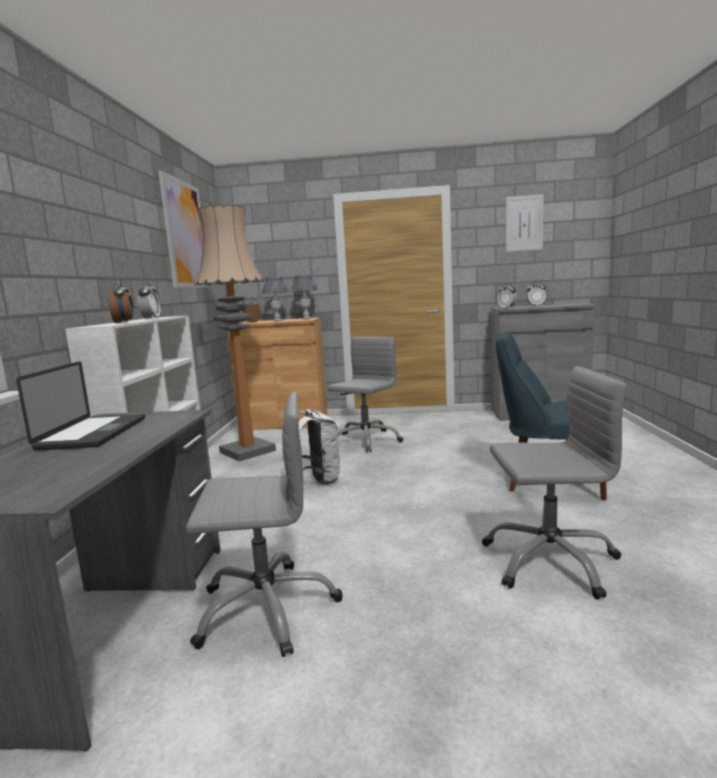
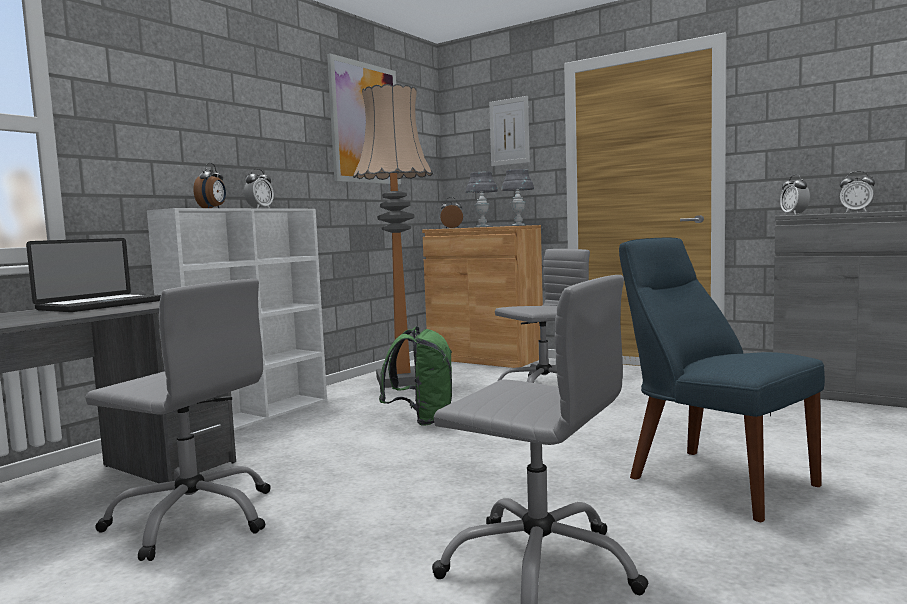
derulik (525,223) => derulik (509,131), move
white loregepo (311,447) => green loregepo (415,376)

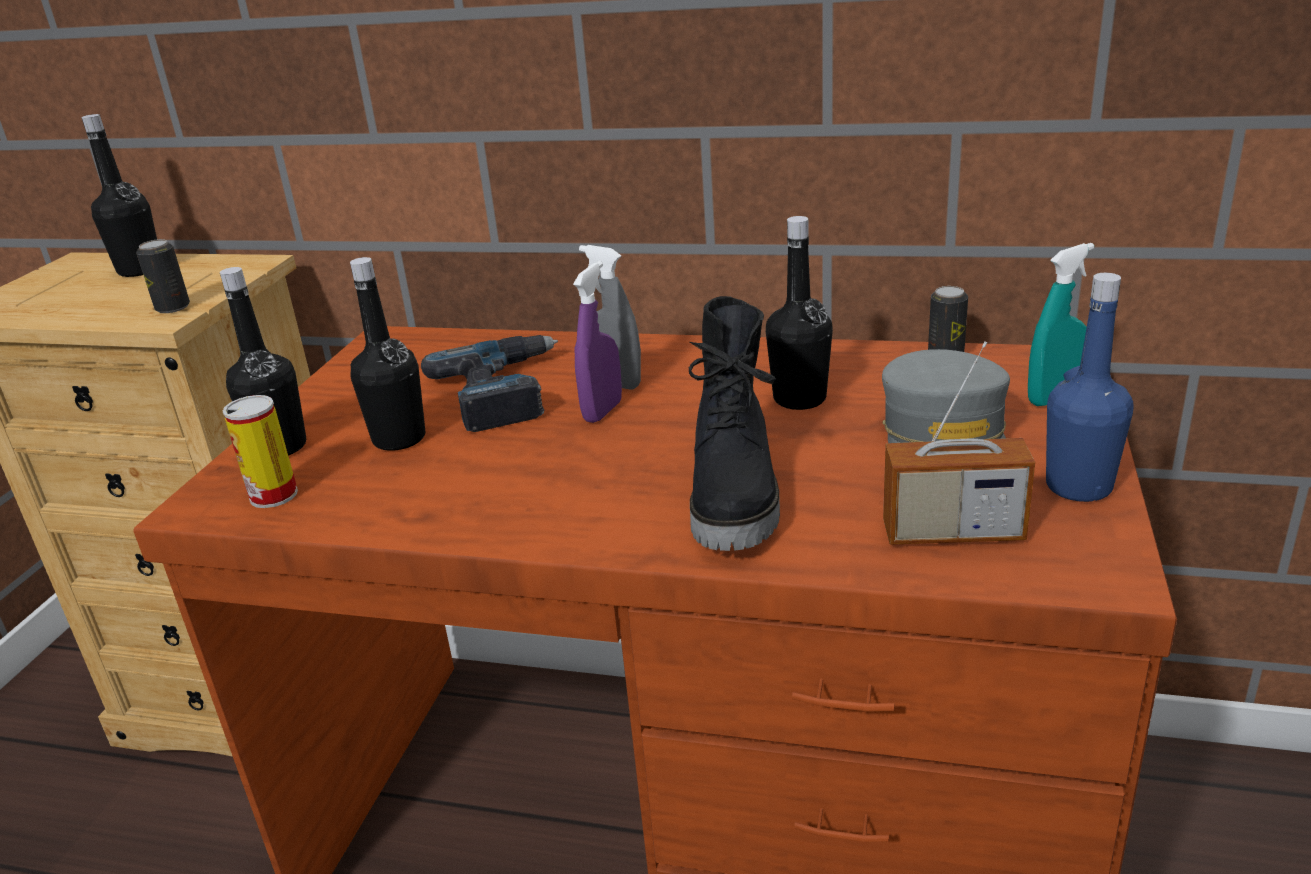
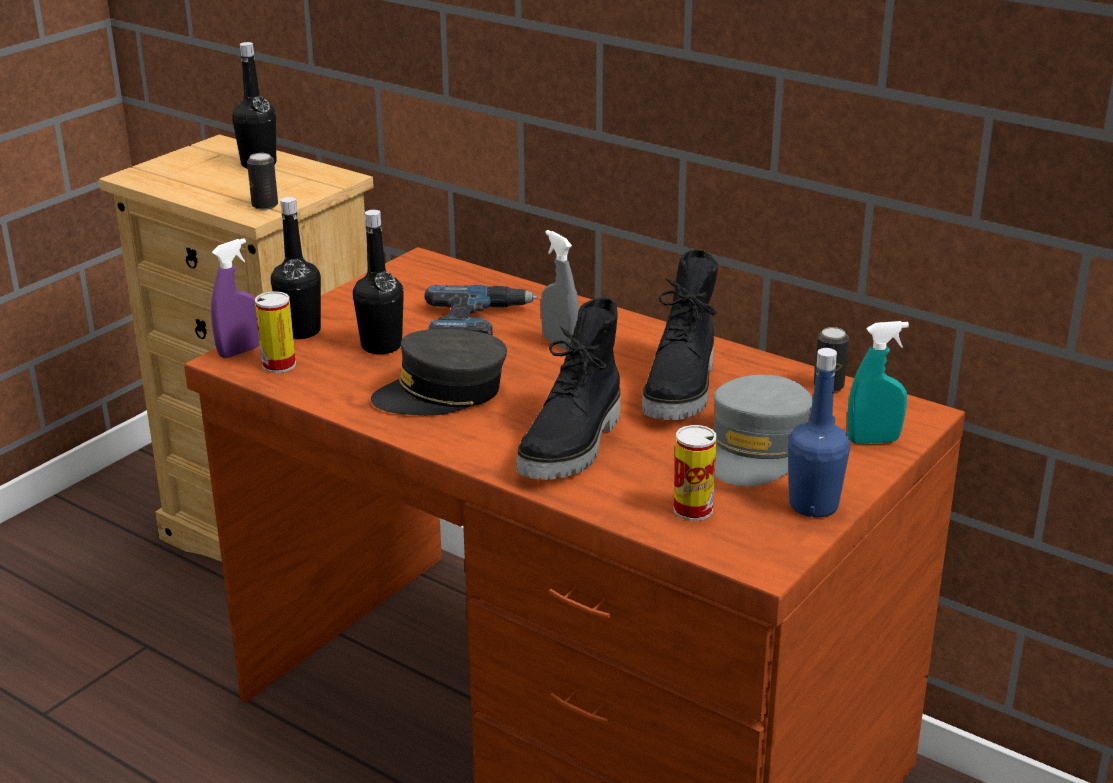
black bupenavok (799,313) => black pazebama (680,334)
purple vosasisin (597,342) => purple vosasisin (235,298), move
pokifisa (959,443) => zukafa (695,473)
nothing => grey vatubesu (439,372)

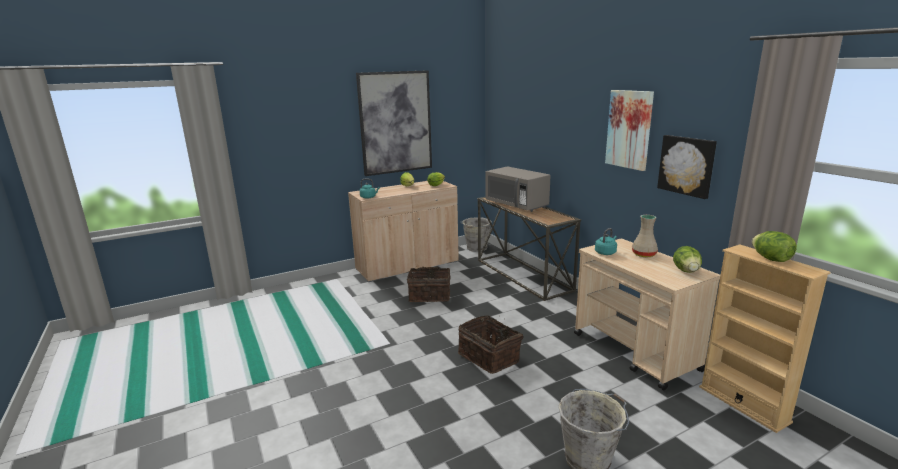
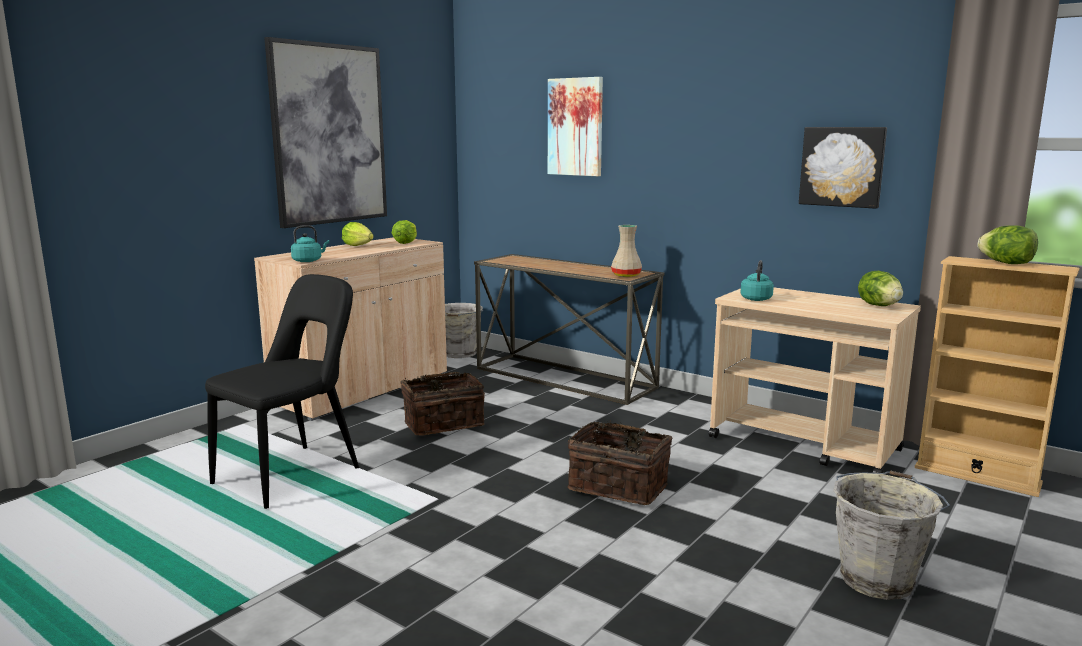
derulik (629,130) => derulik (575,126), move
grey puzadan (518,189) => nothing
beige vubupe (645,236) => beige vubupe (626,251), move
nothing => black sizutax (282,391)

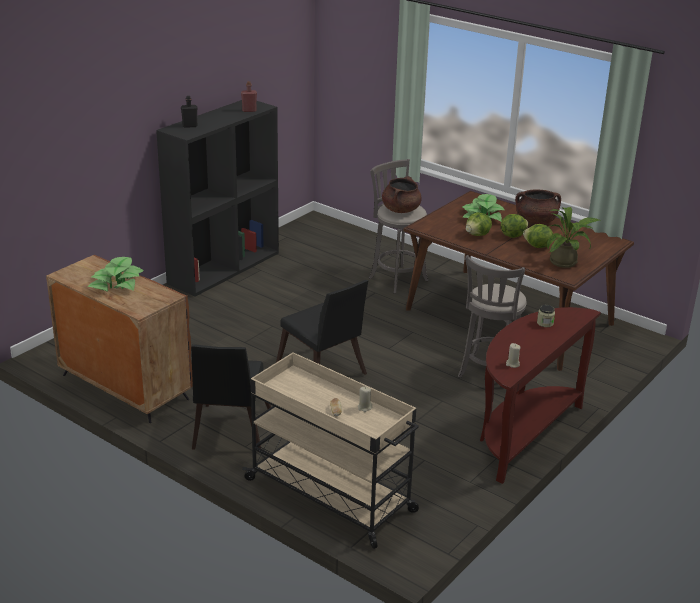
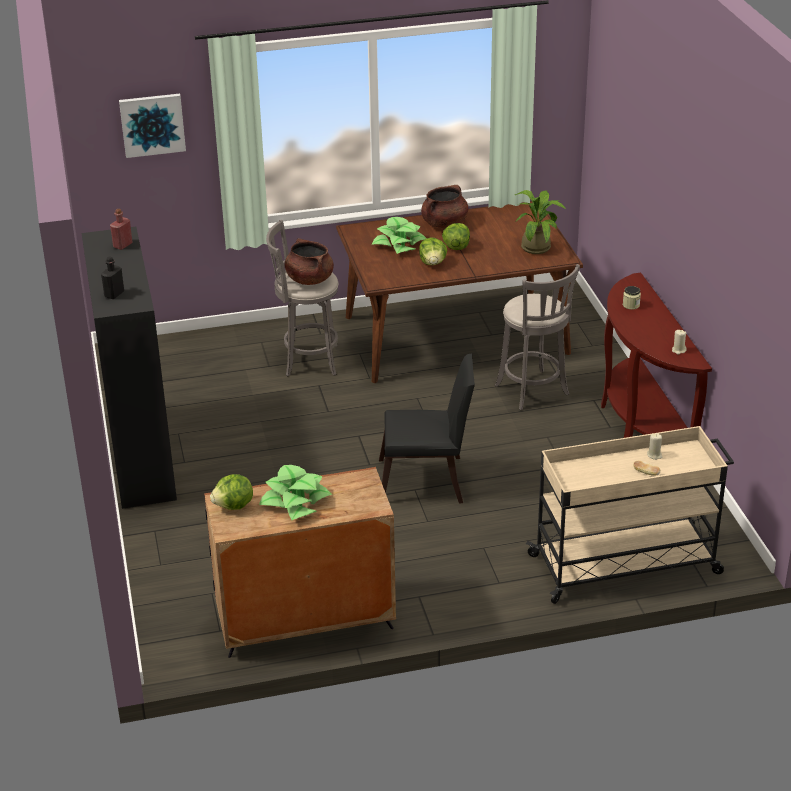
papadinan (538,236) => papadinan (231,492), move
black sizutax (231,396) => nothing
nothing => derulik (152,126)

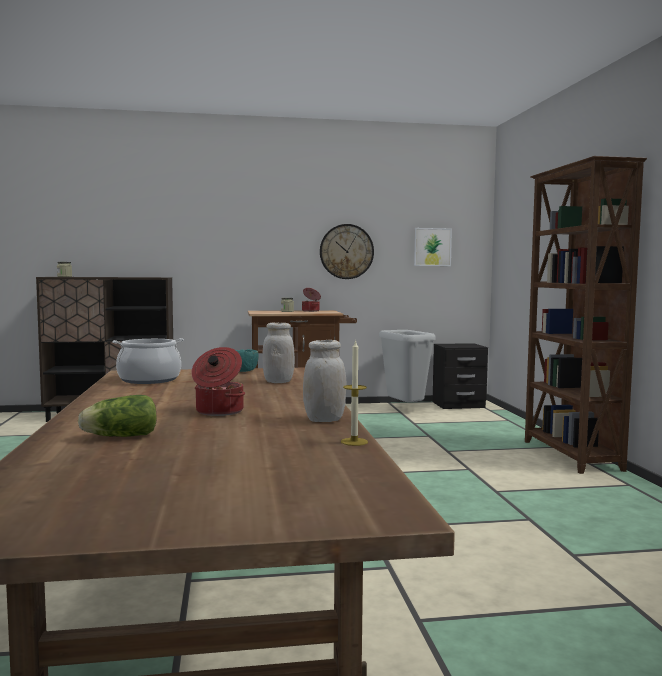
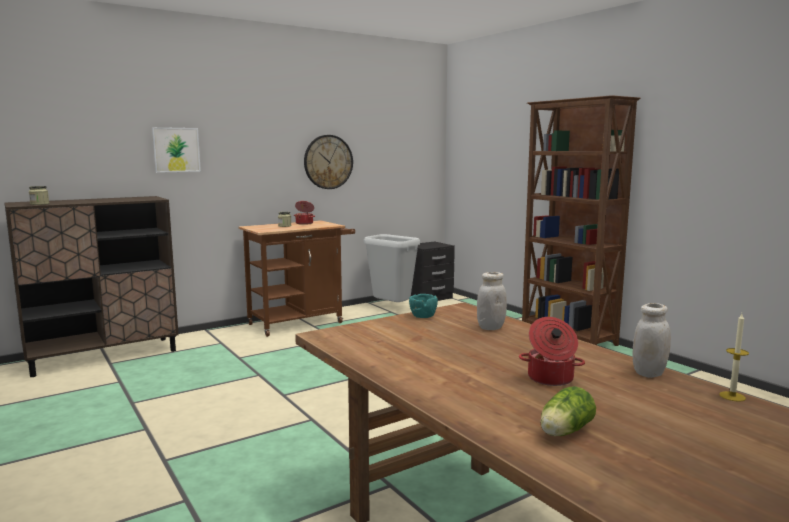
derulik (433,247) => derulik (176,150), move
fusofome (148,361) => nothing

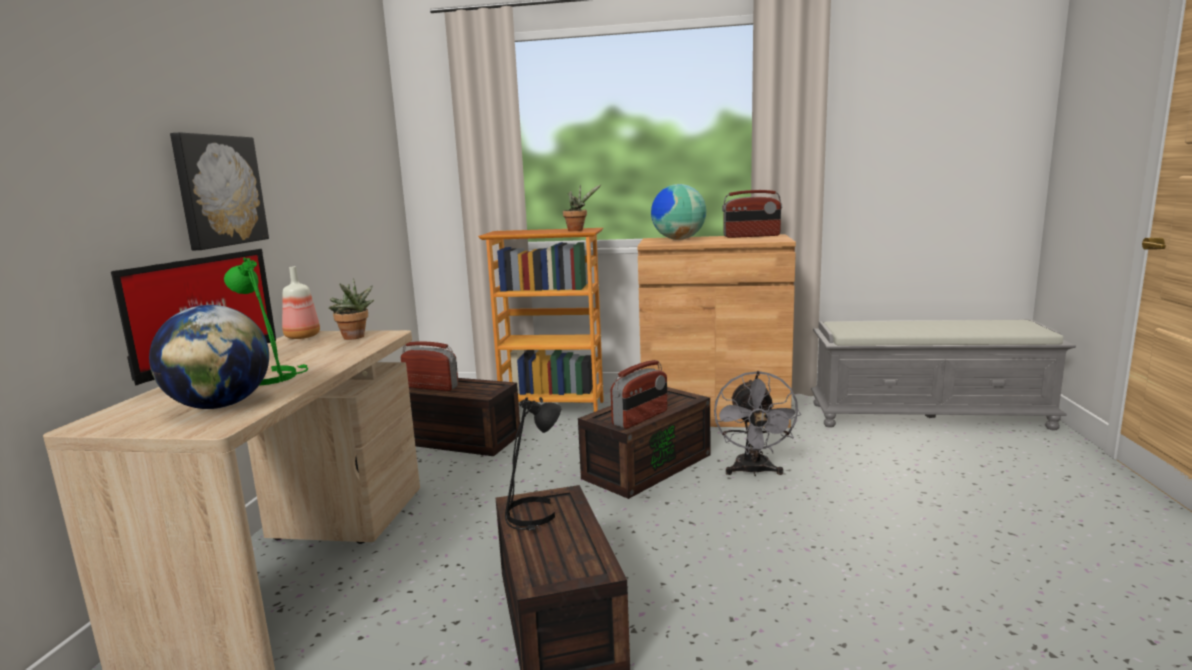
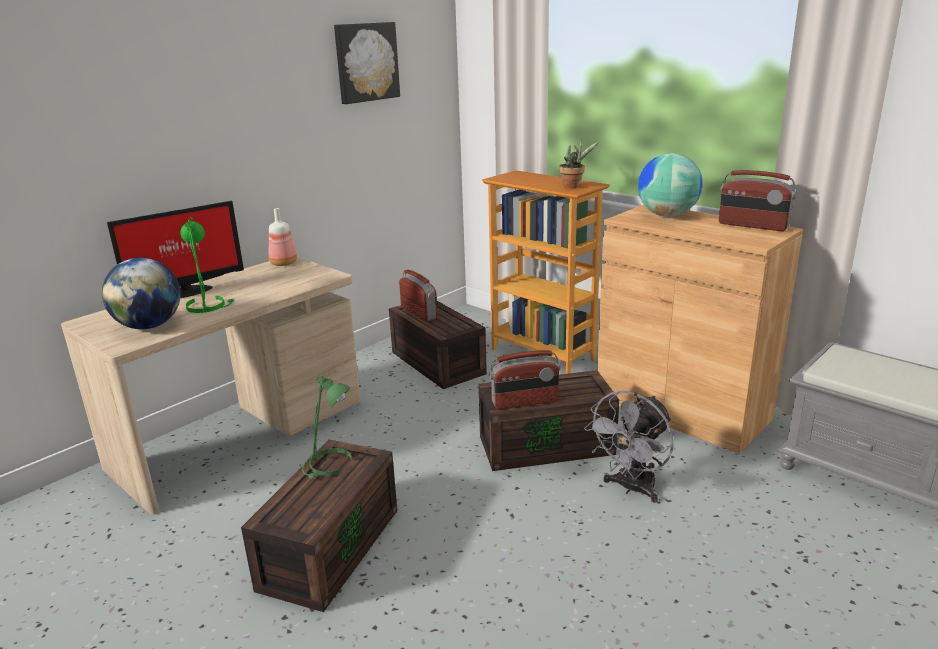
derulik (219,191) => derulik (367,63), move
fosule (351,309) => nothing
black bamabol (533,464) => green bamabol (327,426)

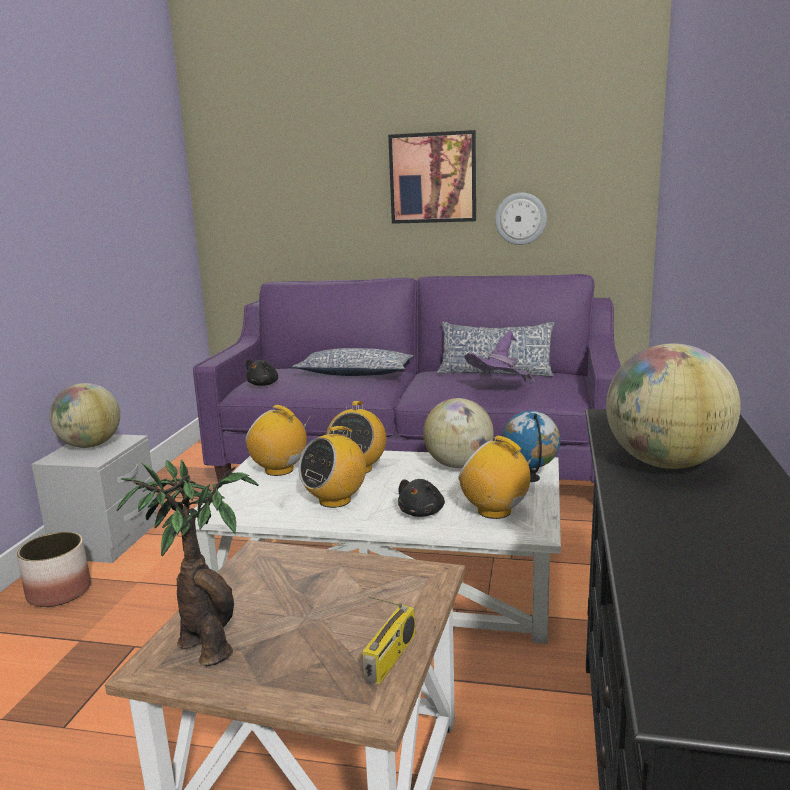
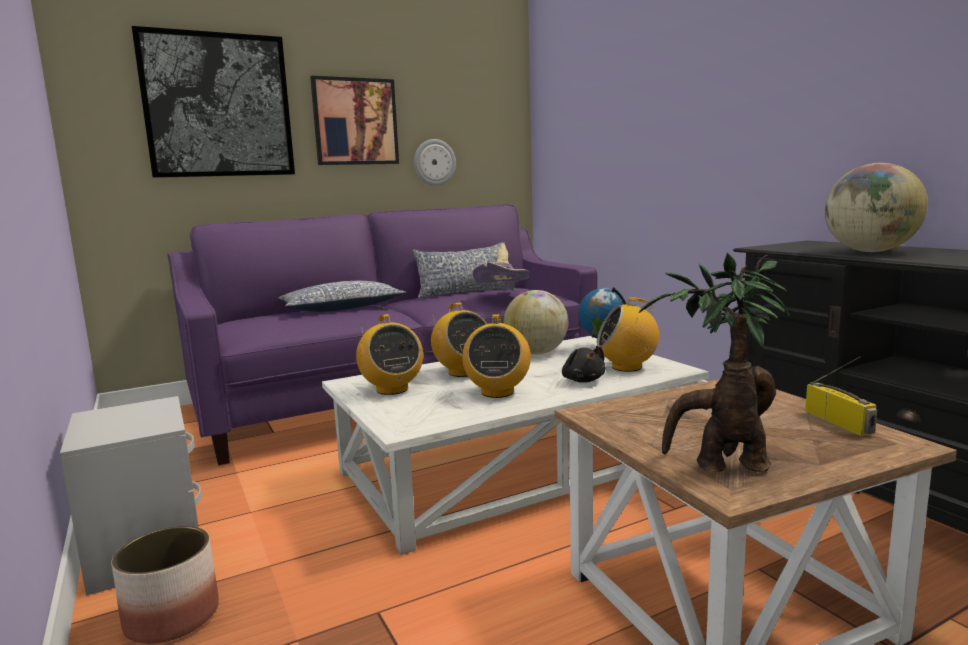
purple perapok (499,356) => beige perapok (501,267)
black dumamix (262,372) => nothing
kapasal (85,415) => nothing
pokifisa (278,440) => pokifisa (389,354), 105 degrees counterclockwise
nothing => derulik (213,102)

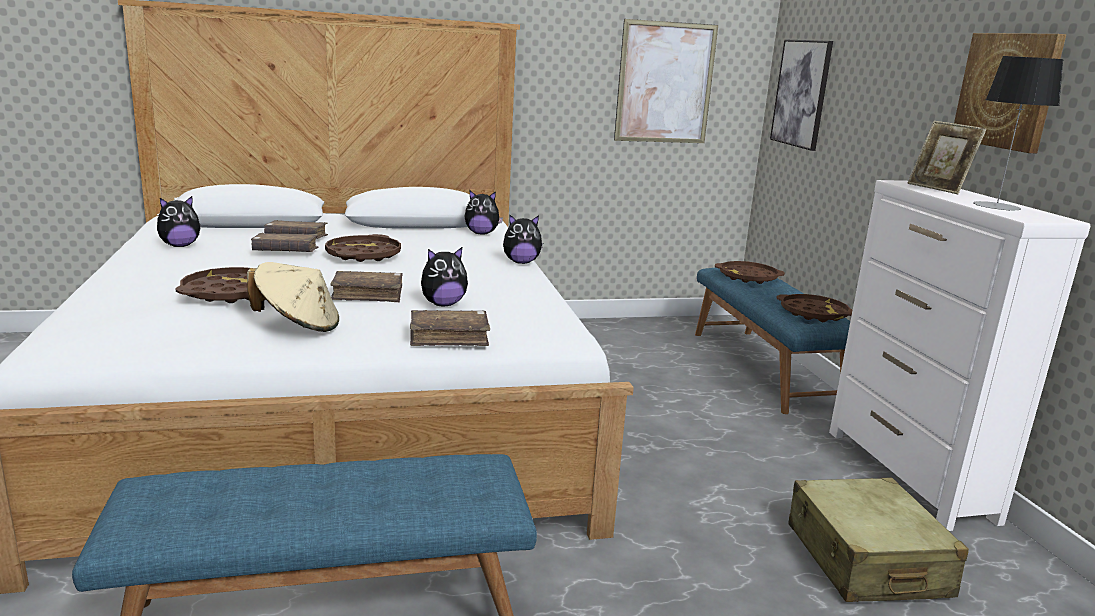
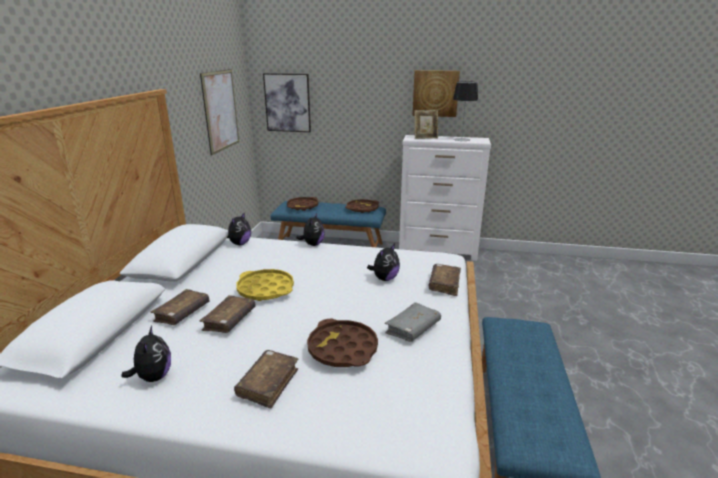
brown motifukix (363,248) => yellow motifukix (265,285)
dumamix (444,276) => dumamix (383,262), 45 degrees clockwise
beige perapok (293,297) => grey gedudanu (413,322)
brown gedudanu (366,286) => brown gedudanu (266,379), move
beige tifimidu (878,540) => nothing

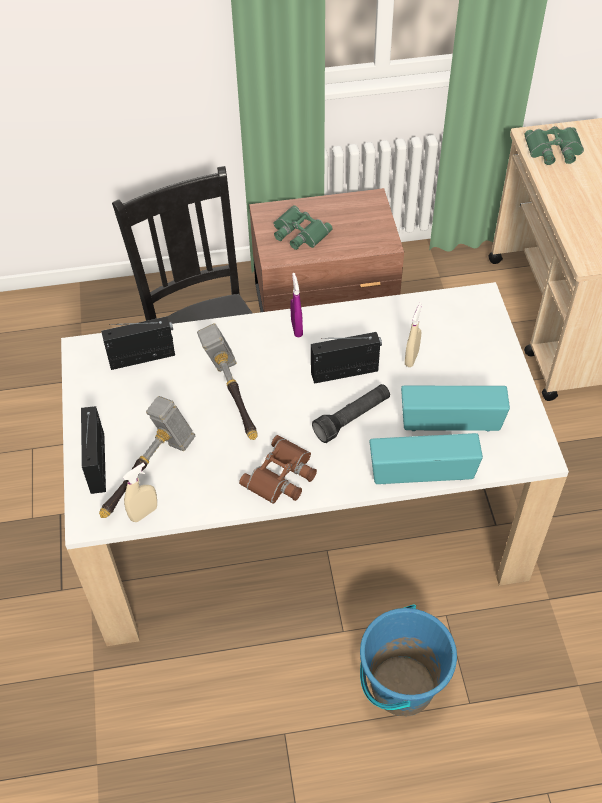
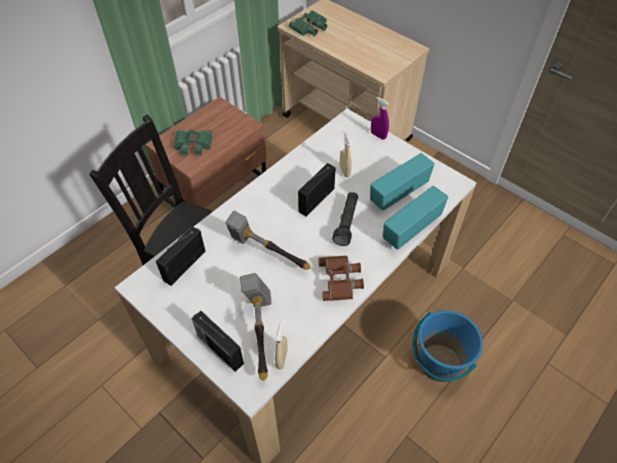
purple vosasisin (296,305) => purple vosasisin (380,118), move

